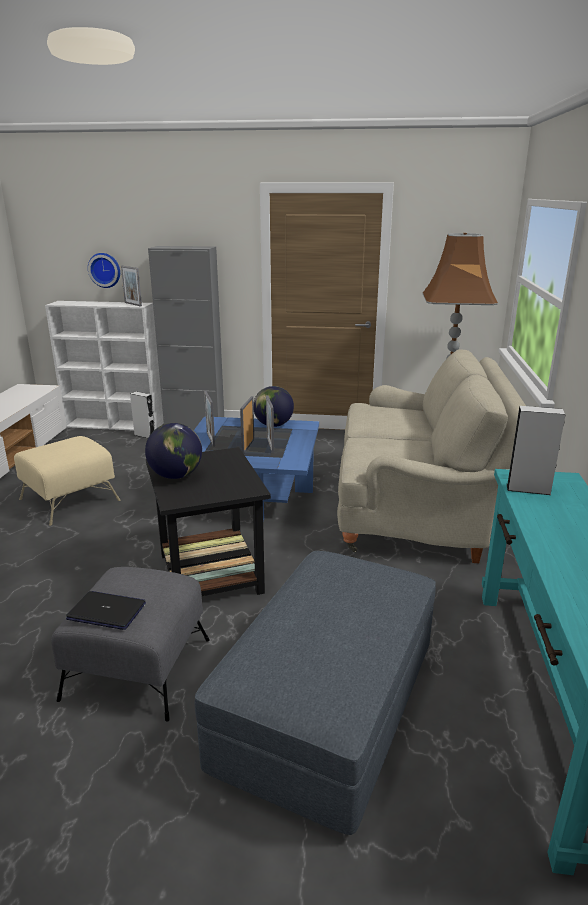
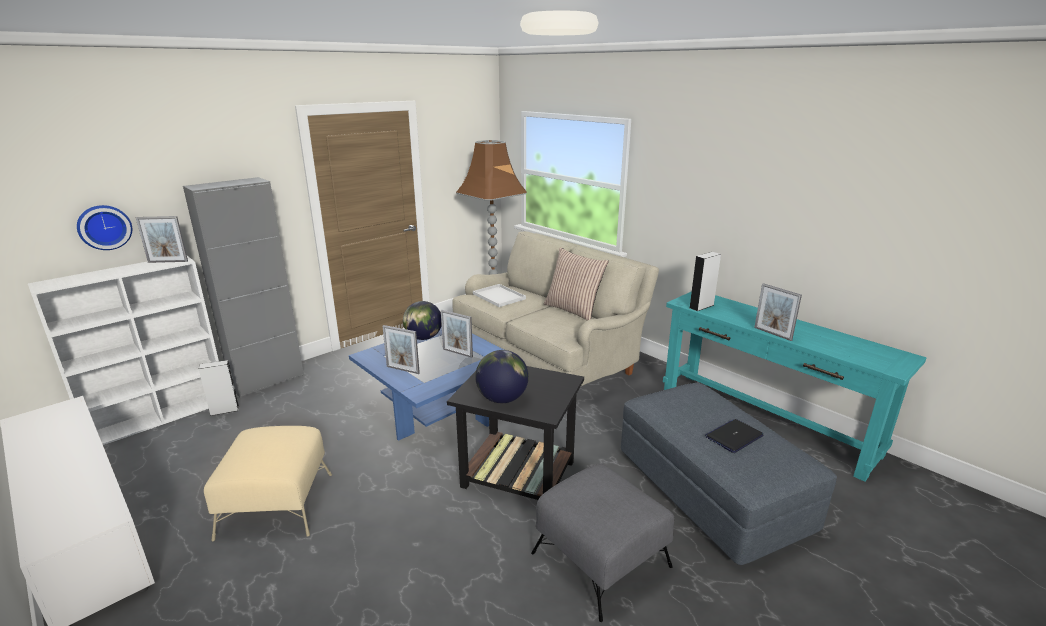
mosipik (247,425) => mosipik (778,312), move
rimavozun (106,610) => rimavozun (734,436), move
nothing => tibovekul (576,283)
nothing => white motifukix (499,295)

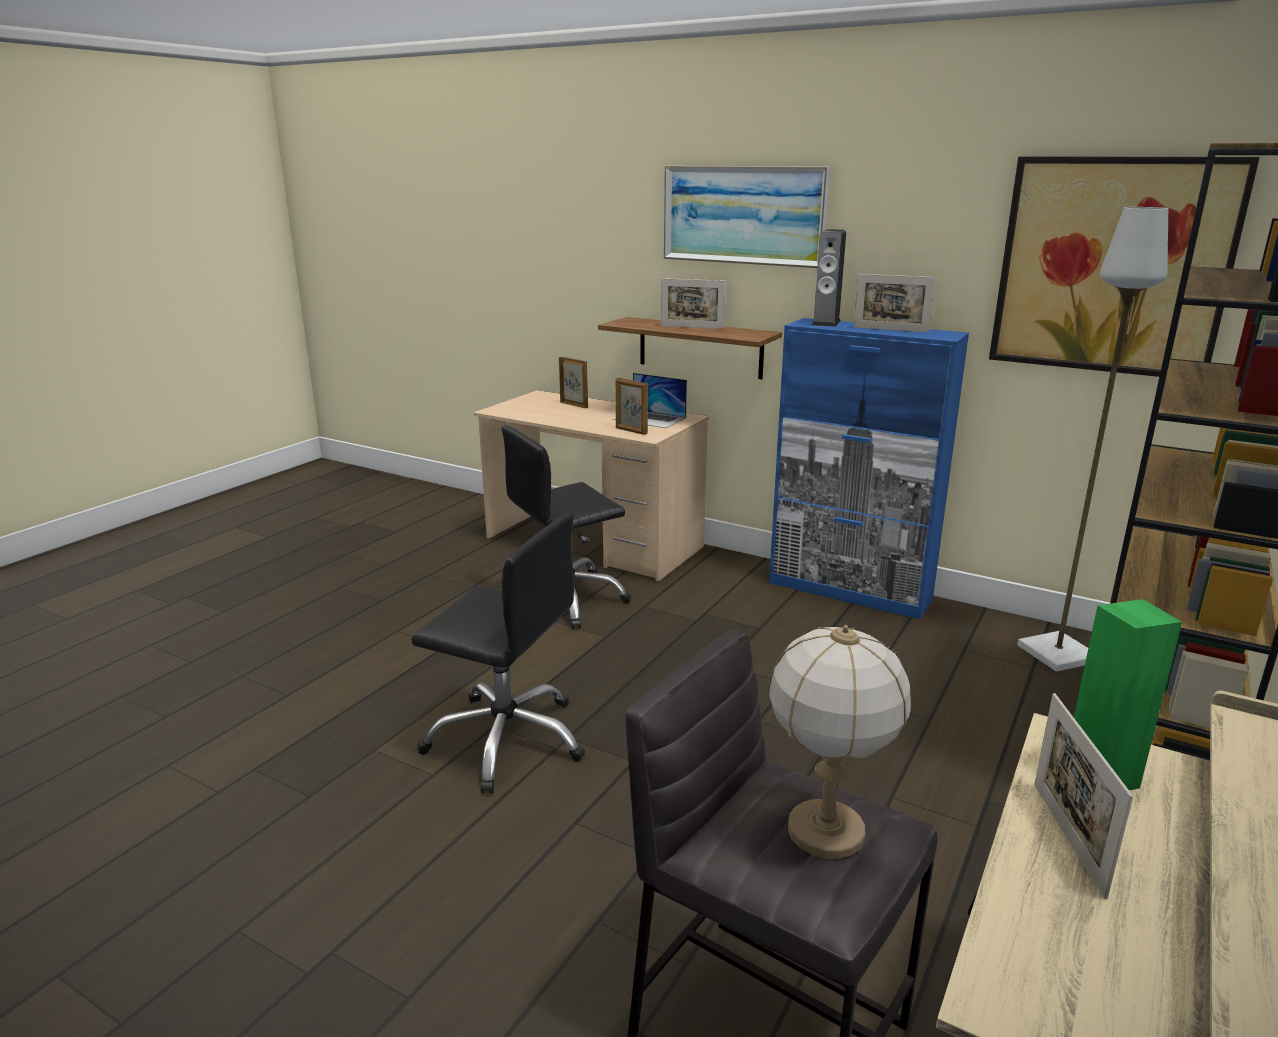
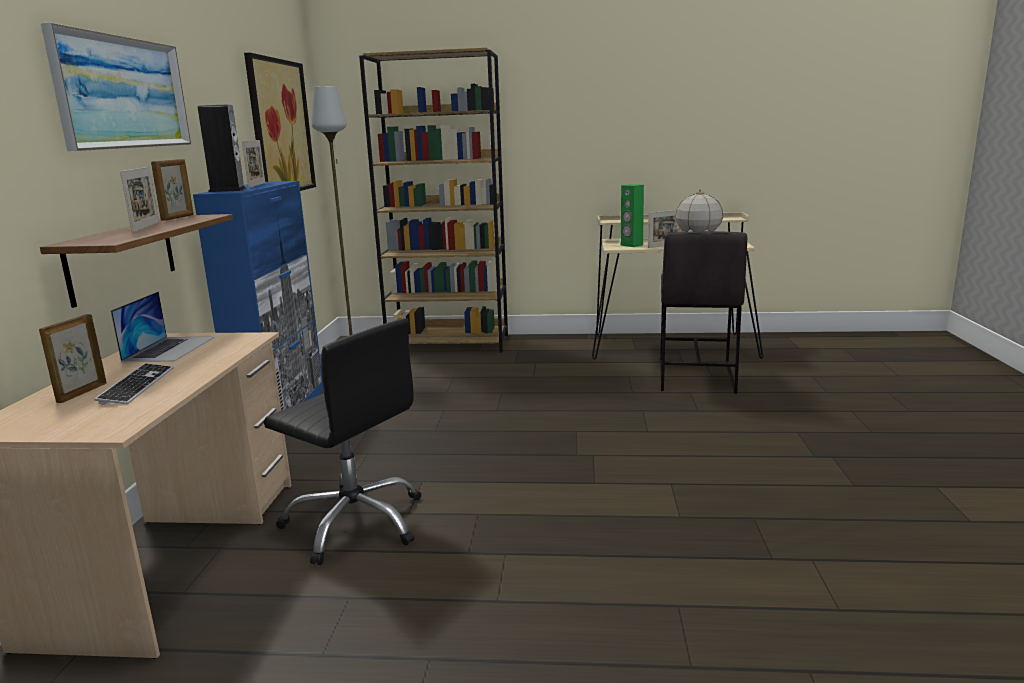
mosipik (632,406) => mosipik (172,189), move
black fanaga (498,653) => nothing
nothing => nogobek (133,384)

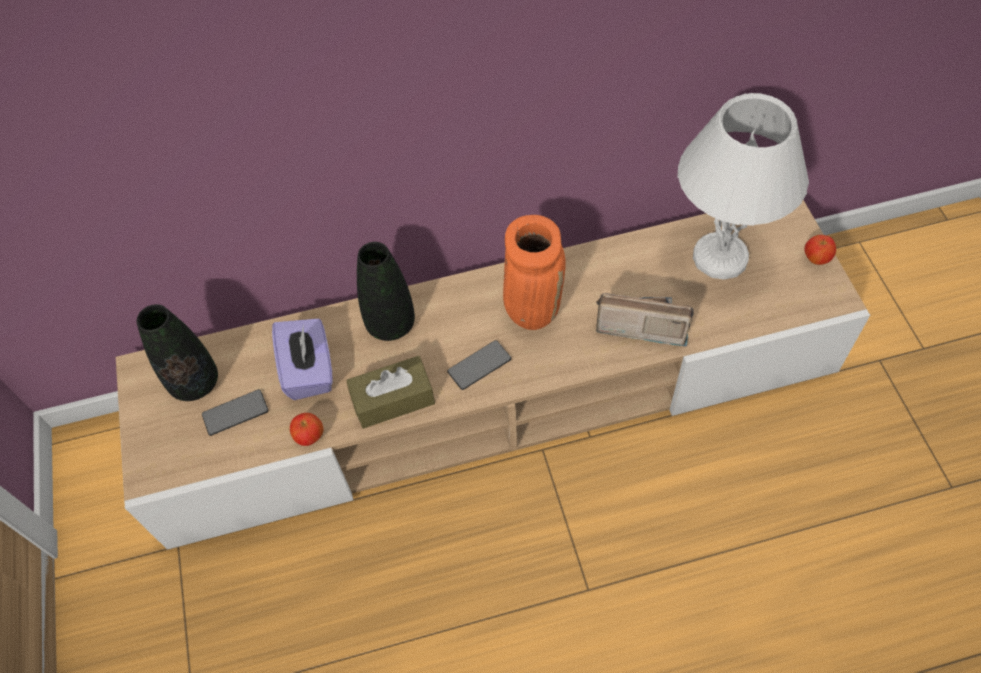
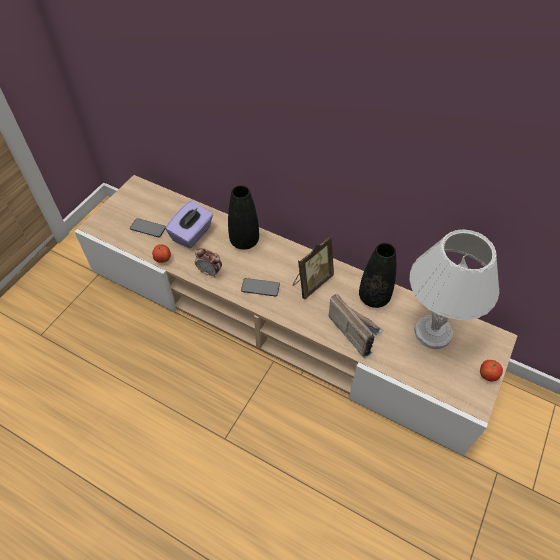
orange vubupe (534,272) => mosipik (313,267)
black vubupe (177,352) => black vubupe (377,275), move
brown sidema (390,392) => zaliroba (208,262)

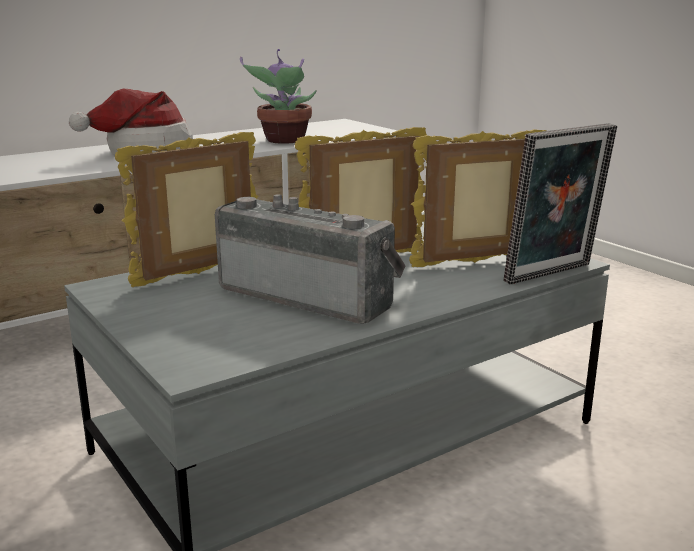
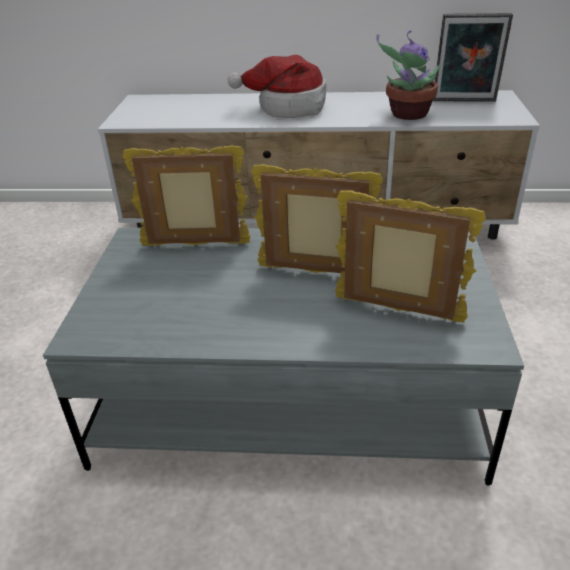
mosipik (560,204) => mosipik (473,57), move
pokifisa (310,259) => nothing

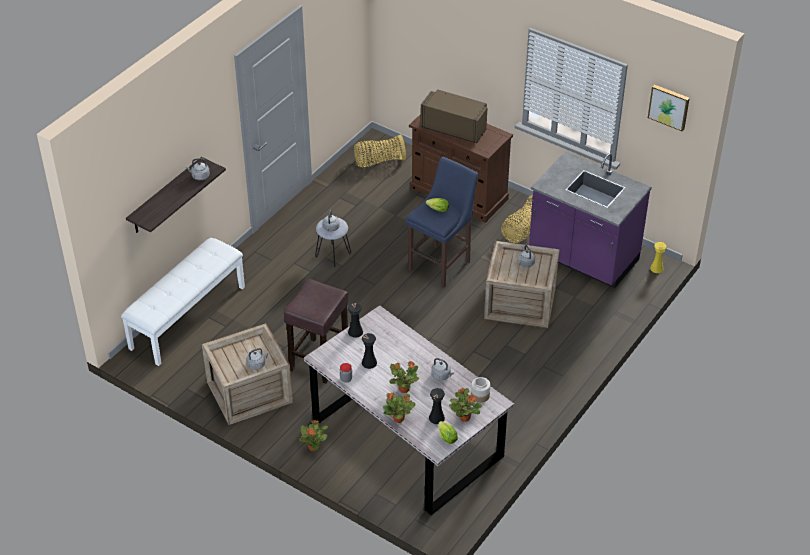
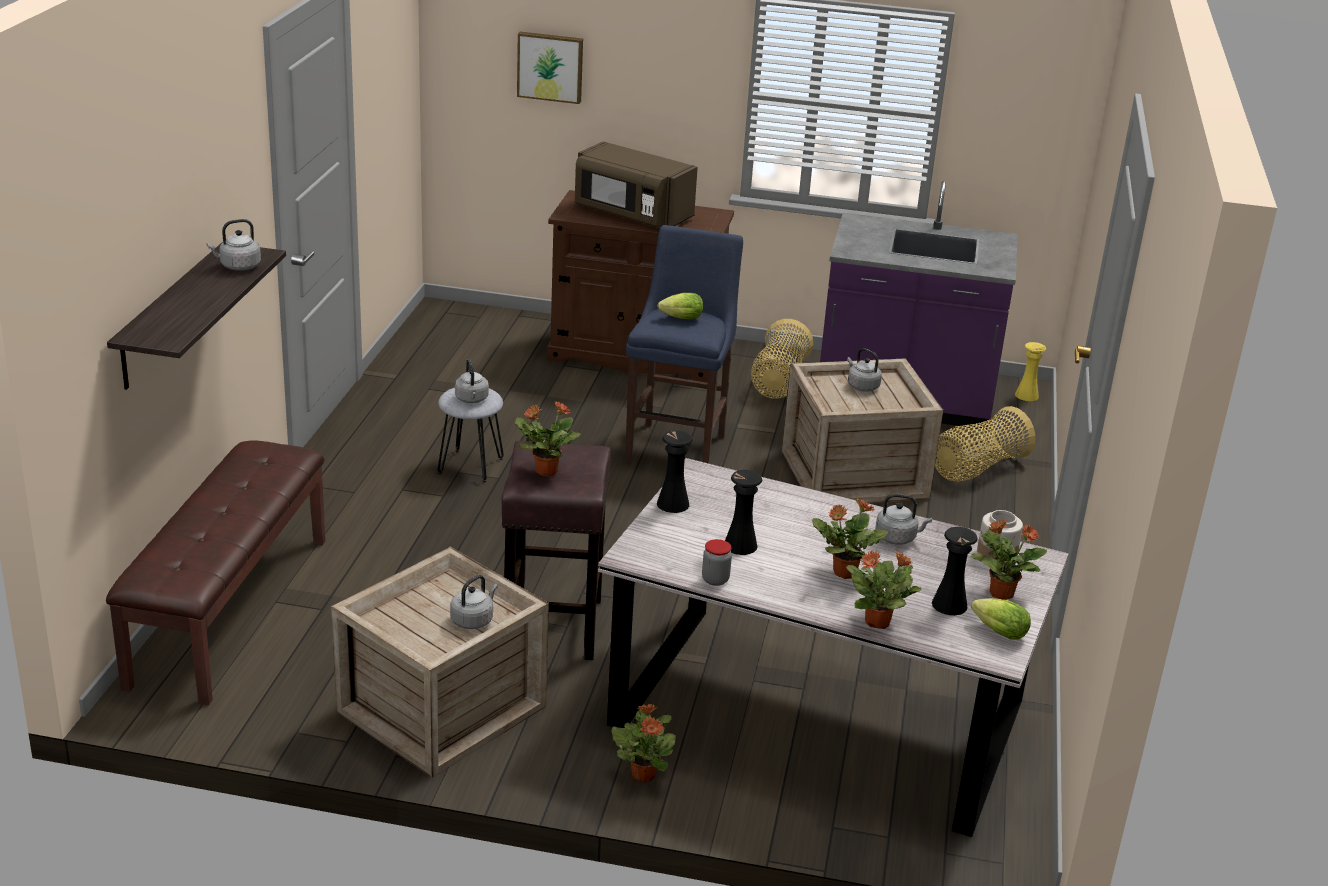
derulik (669,107) => derulik (550,68), move
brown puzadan (454,116) => brown puzadan (636,184), 150 degrees counterclockwise
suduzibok (380,150) => suduzibok (985,443), move
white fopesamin (183,302) => brown fopesamin (215,572)
nothing => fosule (548,438)

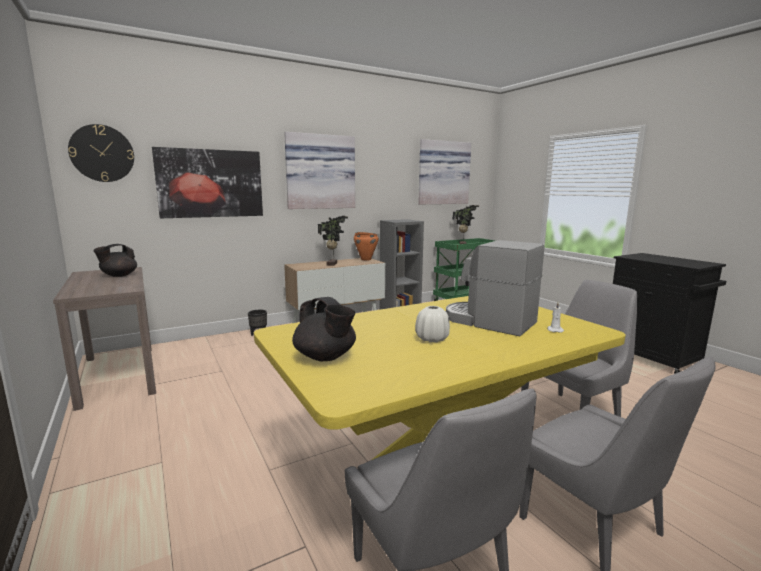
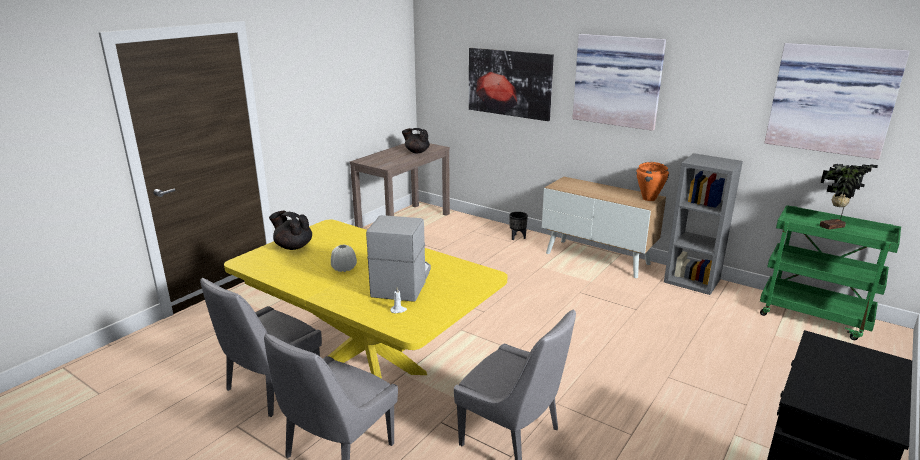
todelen (101,153) => nothing
fosule (333,241) => nothing
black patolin (324,329) => black patolin (290,230), 90 degrees clockwise

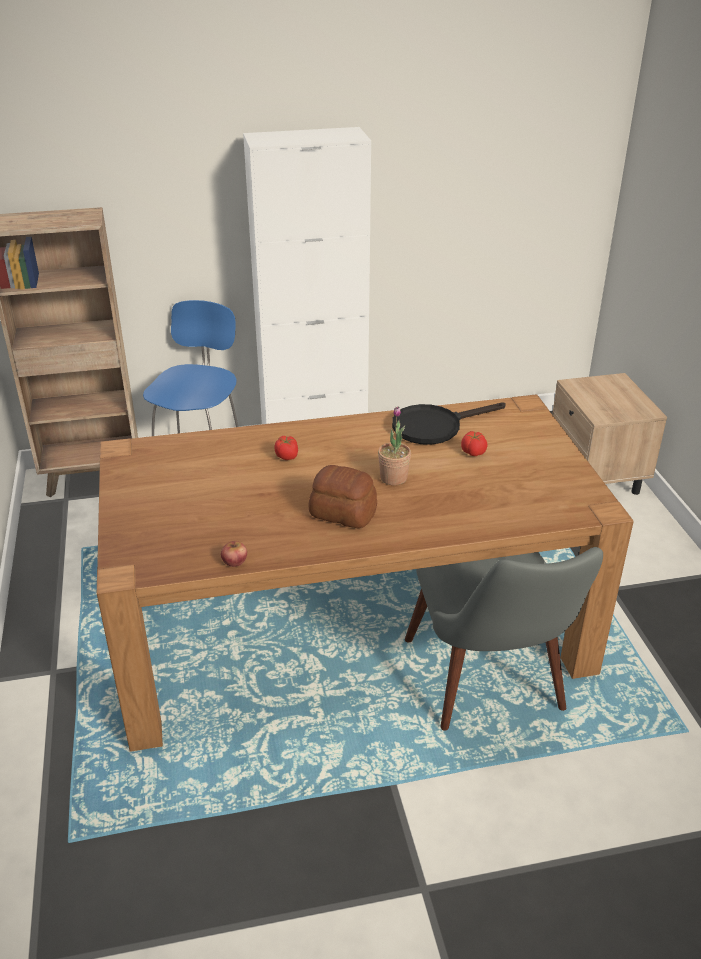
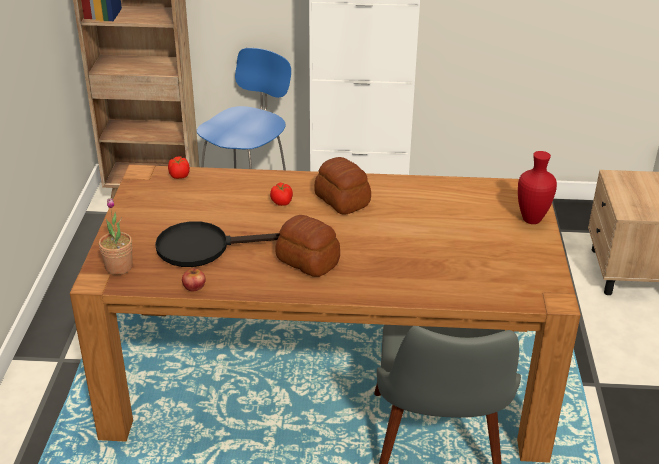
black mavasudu (449,424) => black mavasudu (217,244), move
fosule (394,445) => fosule (116,236), move
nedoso (474,443) => nedoso (179,167), move
nothing => red vubupe (537,187)
nothing => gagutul (343,186)

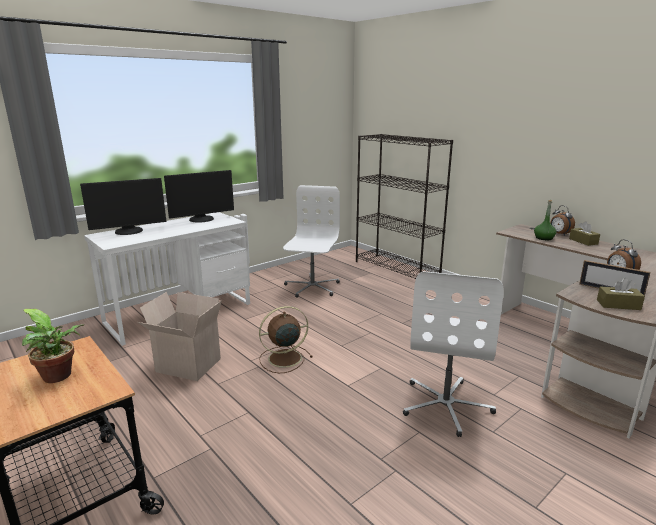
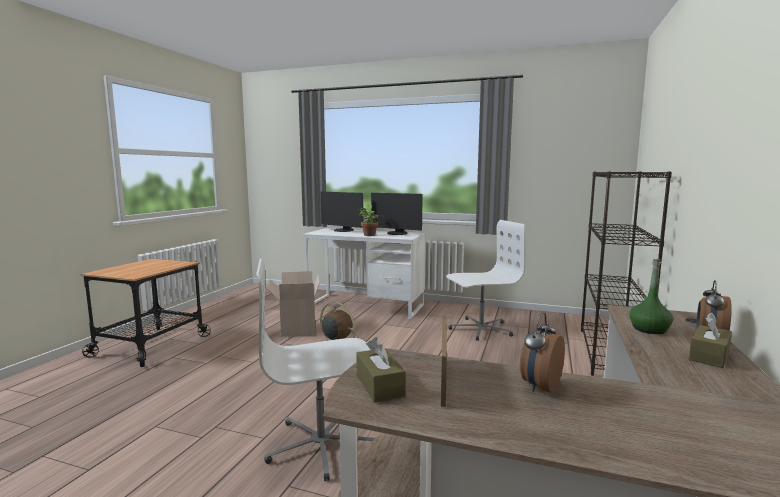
fosule (53,346) => fosule (370,220), move

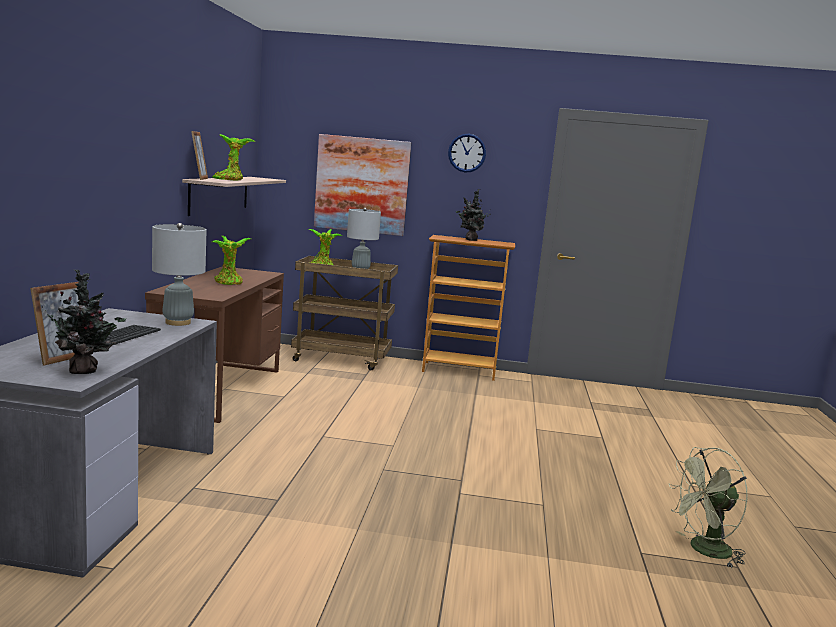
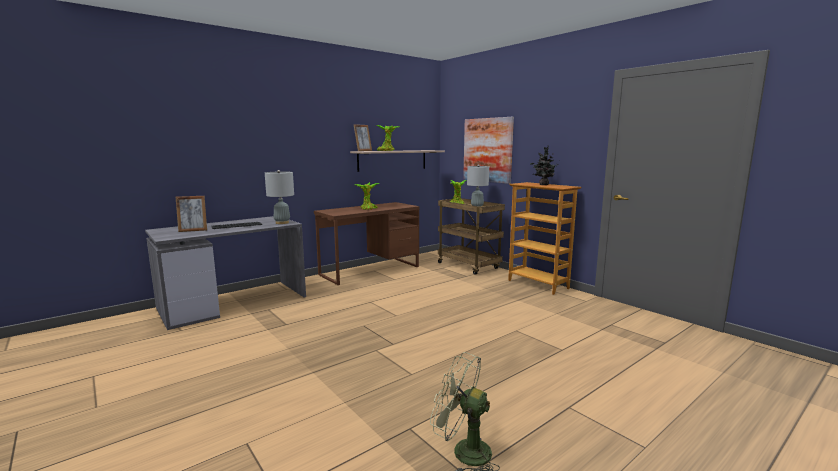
todelen (467,153) => nothing
fosule (84,321) => nothing

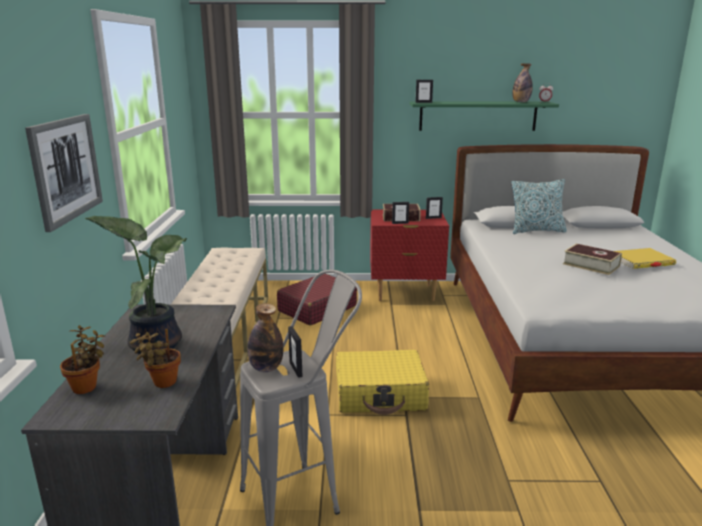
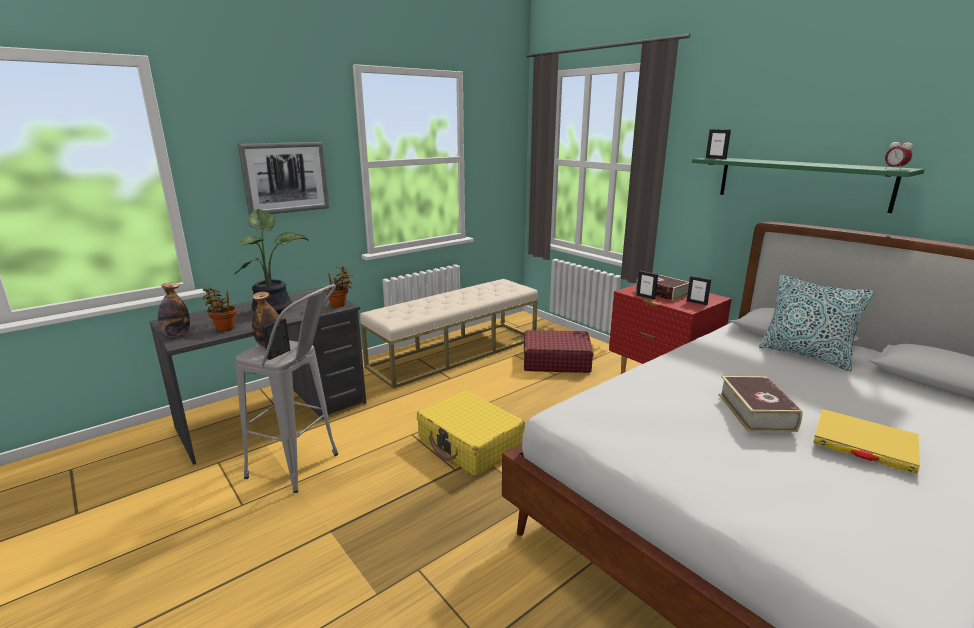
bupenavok (522,82) => bupenavok (174,310), move
fosule (82,359) => fosule (340,286), move

